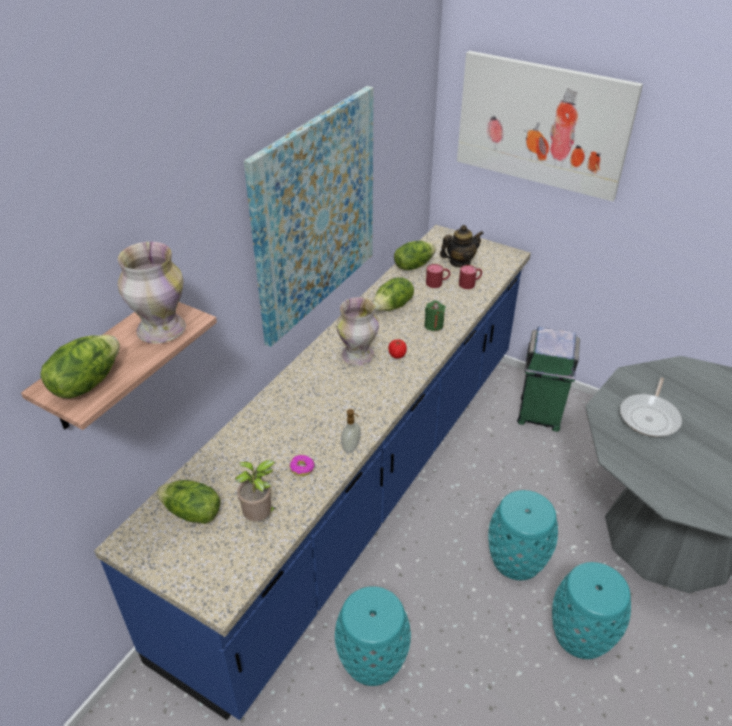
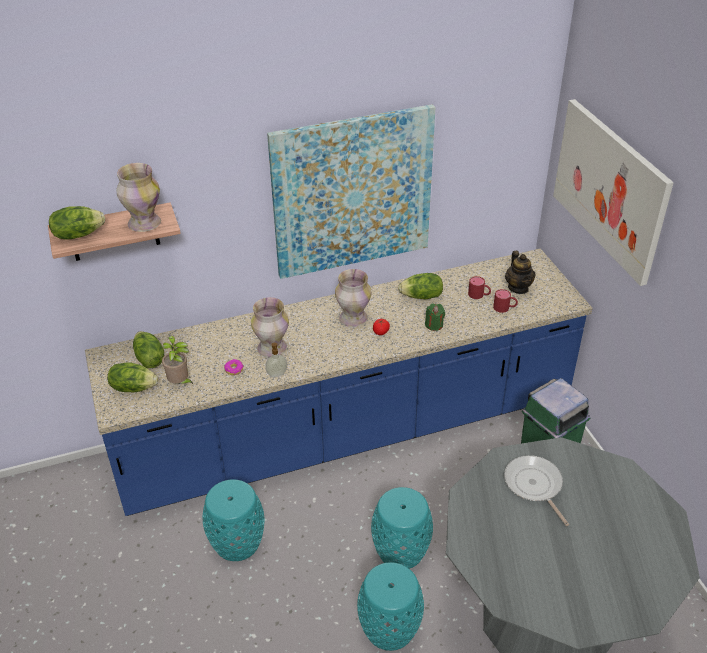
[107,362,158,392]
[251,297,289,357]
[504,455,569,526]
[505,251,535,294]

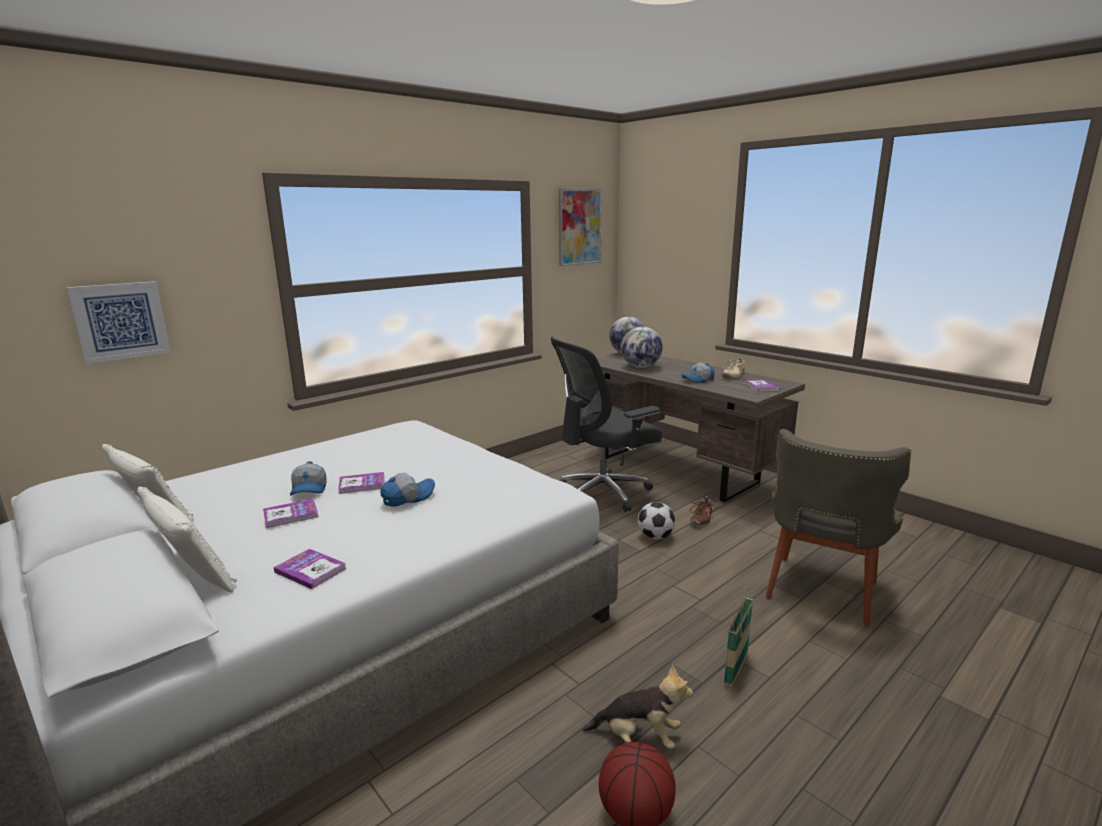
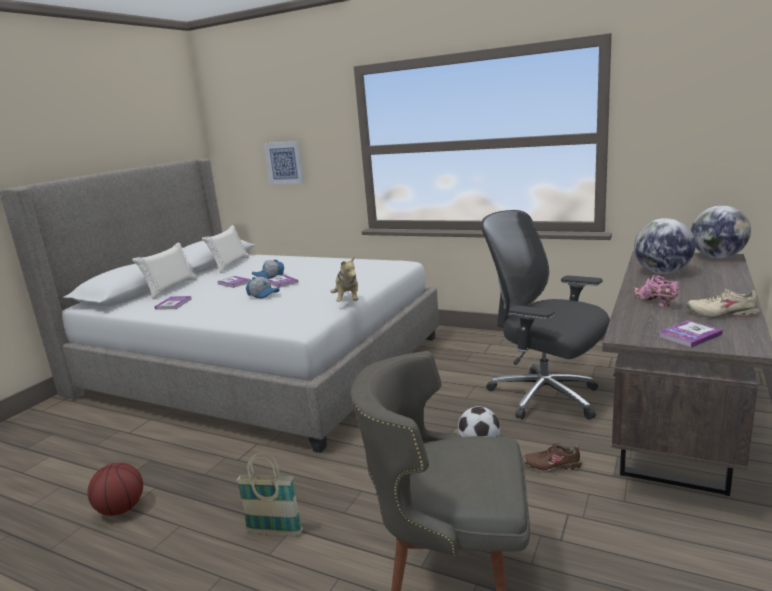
[330,256,358,302]
[633,275,679,307]
[559,188,602,266] (first image)

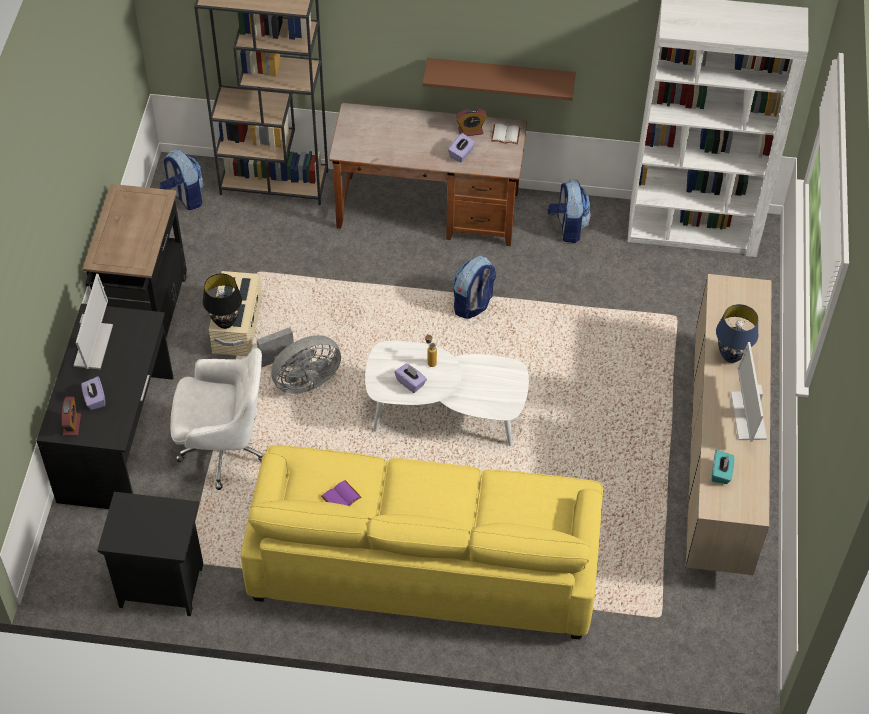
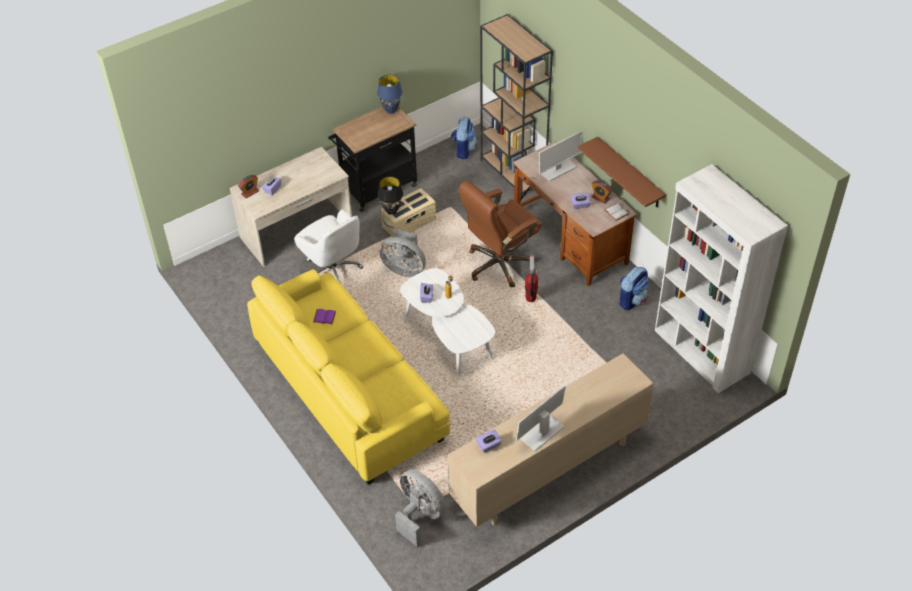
[230,147,352,267]
[377,75,402,114]
[395,469,447,547]
[459,181,542,288]
[476,430,502,453]
[525,256,538,302]
[539,131,583,182]
[97,492,203,616] (first image)

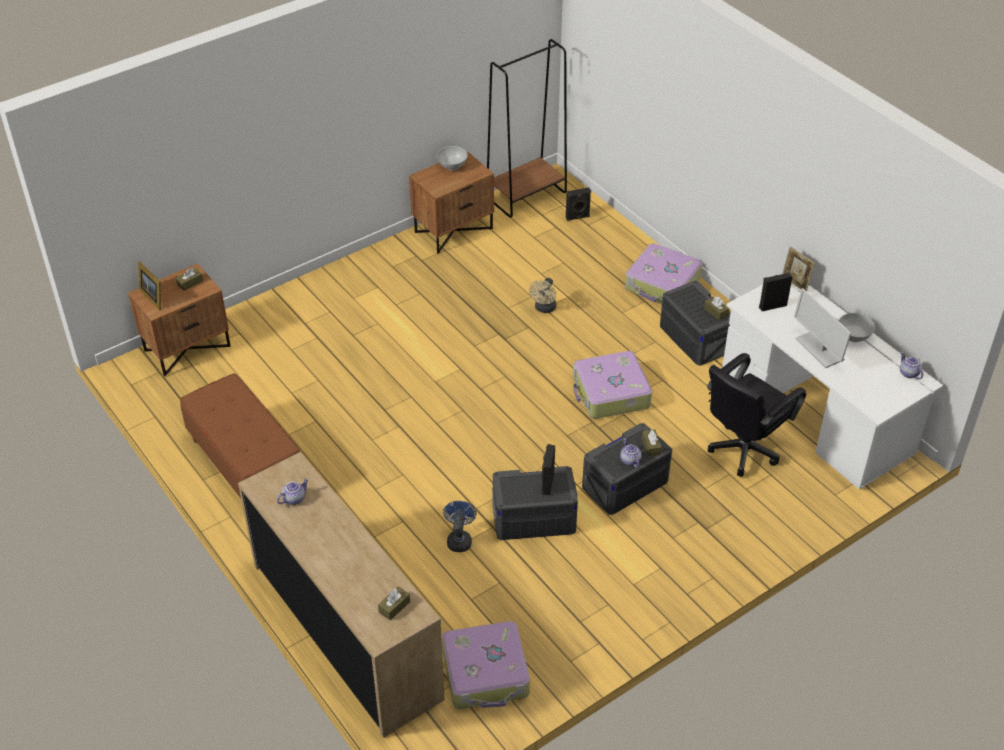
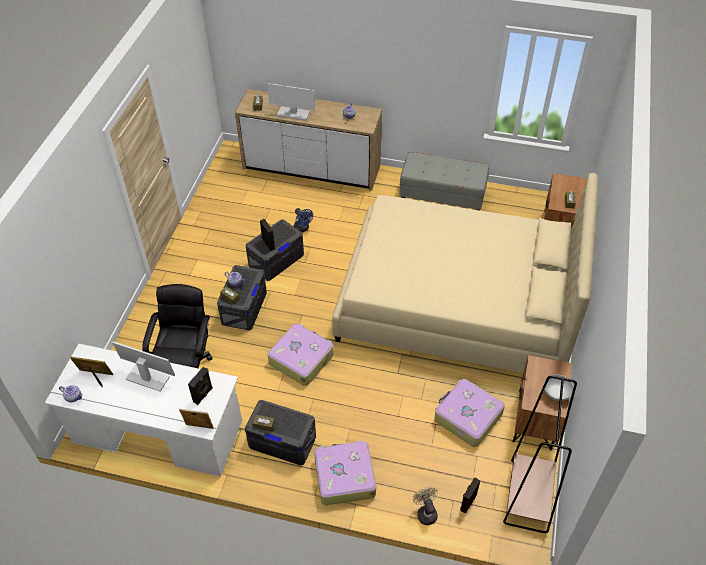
[70,357,113,387]
[268,83,315,120]
[332,173,599,373]
[399,152,489,210]
[413,487,438,525]
[434,379,505,447]
[839,313,875,342] (first image)

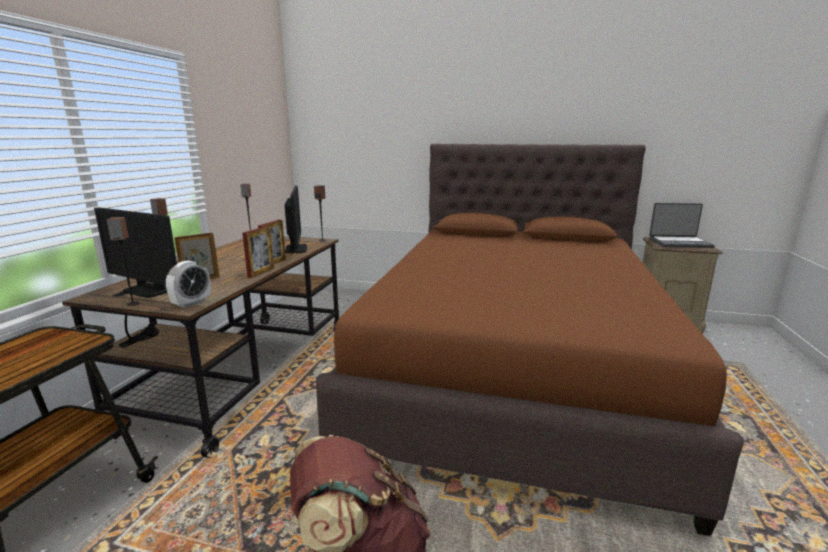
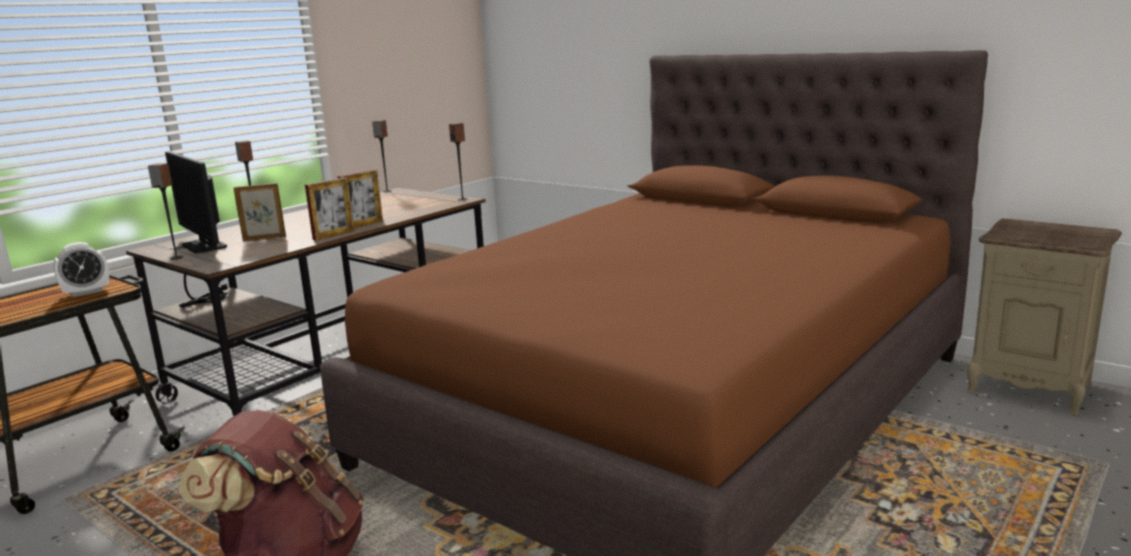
[53,242,109,297]
[284,186,307,253] (first image)
[649,203,715,248] (first image)

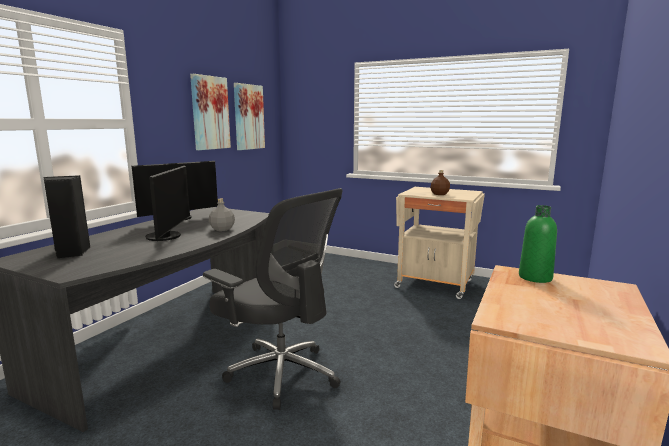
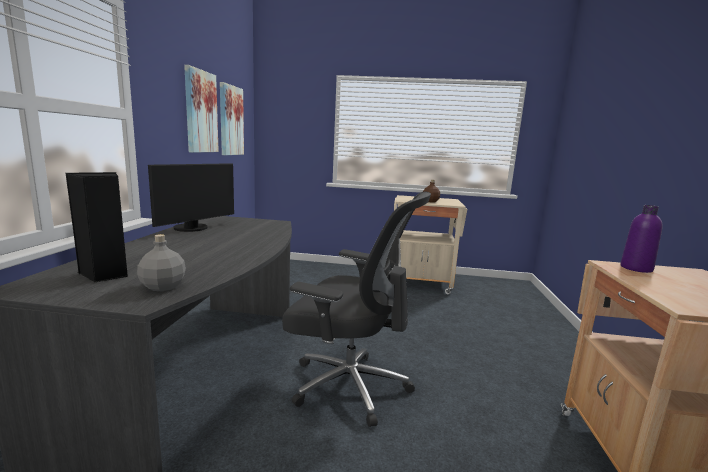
[137,234,186,291]
[620,205,663,273]
[145,166,190,241] (first image)

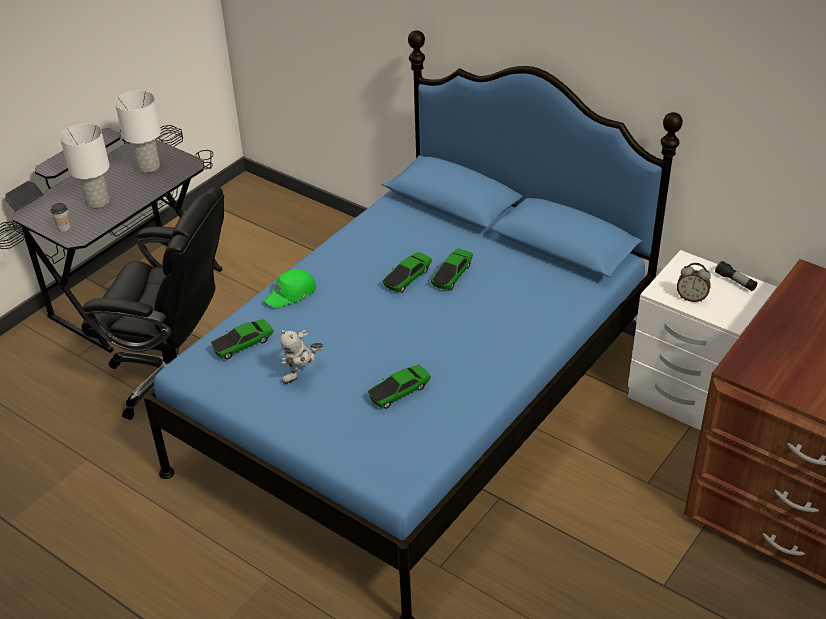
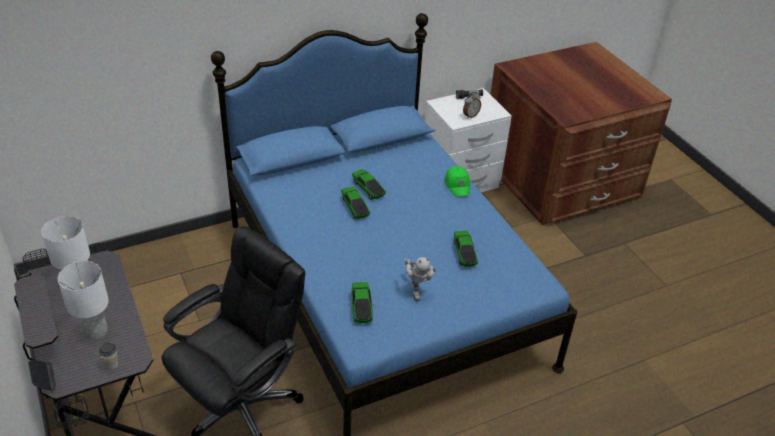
[445,166,470,197]

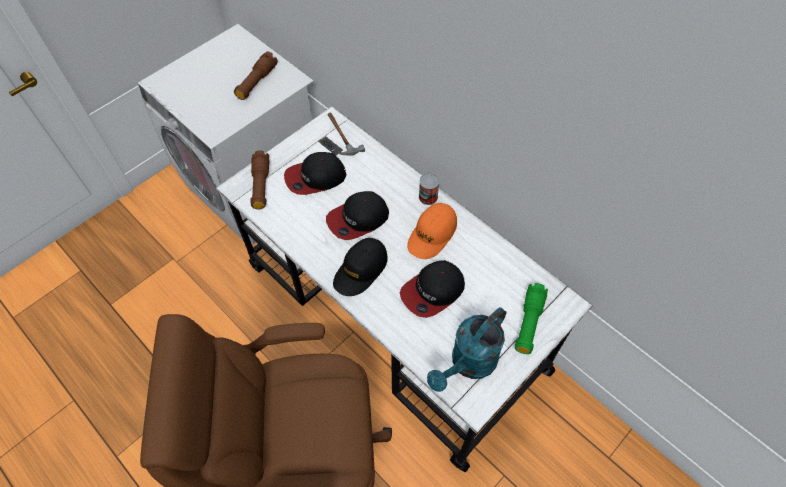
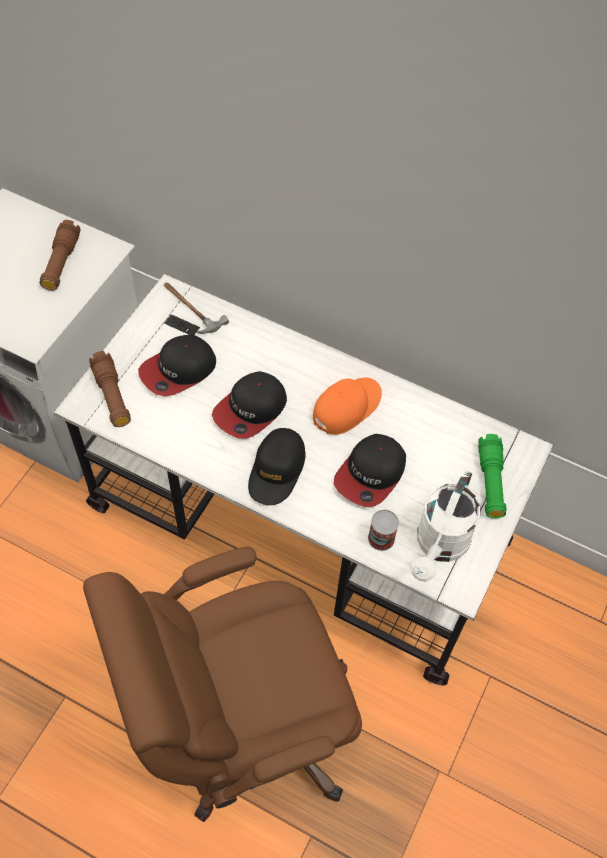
[313,377,382,435]
[368,510,399,551]
[410,470,480,582]

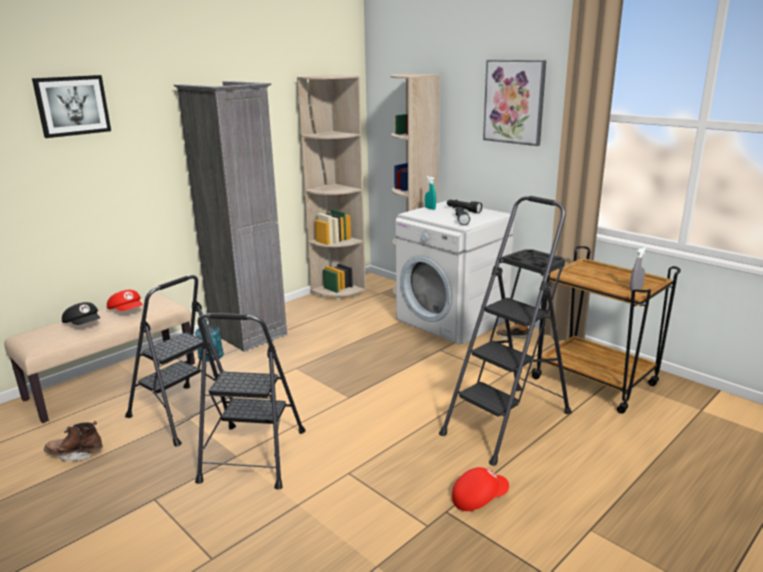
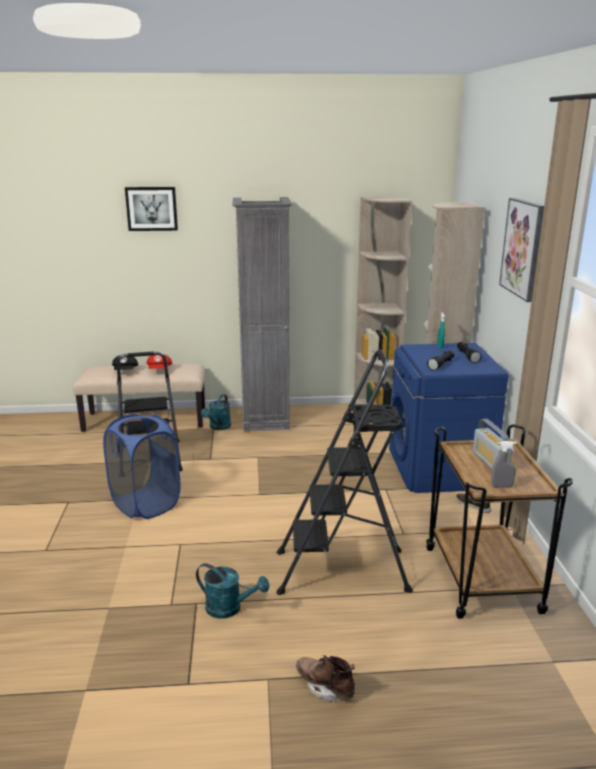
[103,414,181,519]
[196,563,269,619]
[296,655,355,703]
[389,343,508,493]
[473,419,512,470]

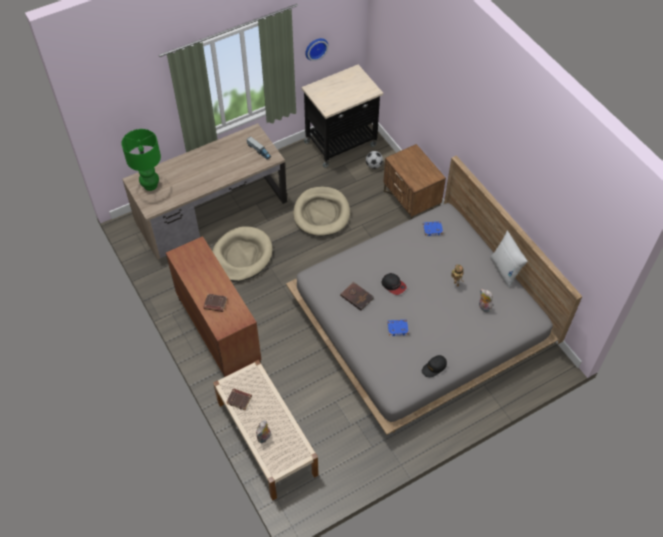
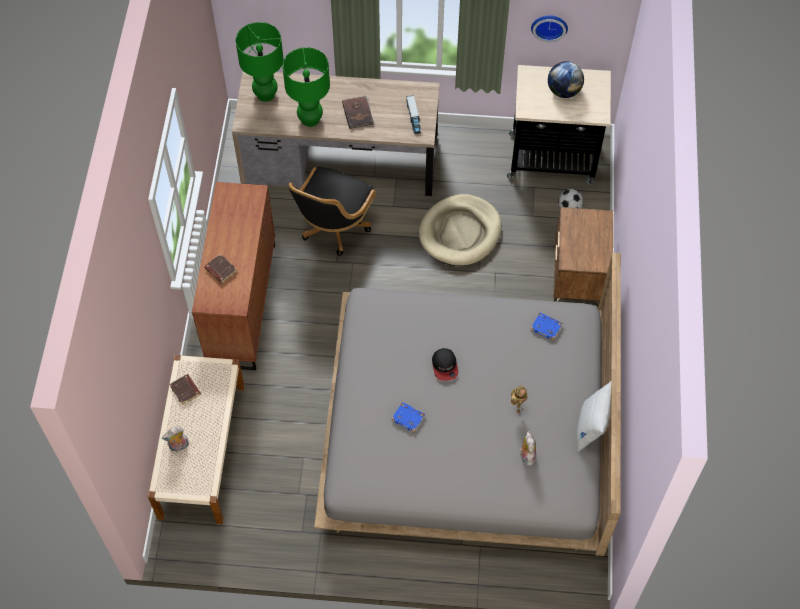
[282,47,330,127]
[289,167,376,256]
[342,95,374,129]
[548,61,584,98]
[422,355,447,377] (first image)

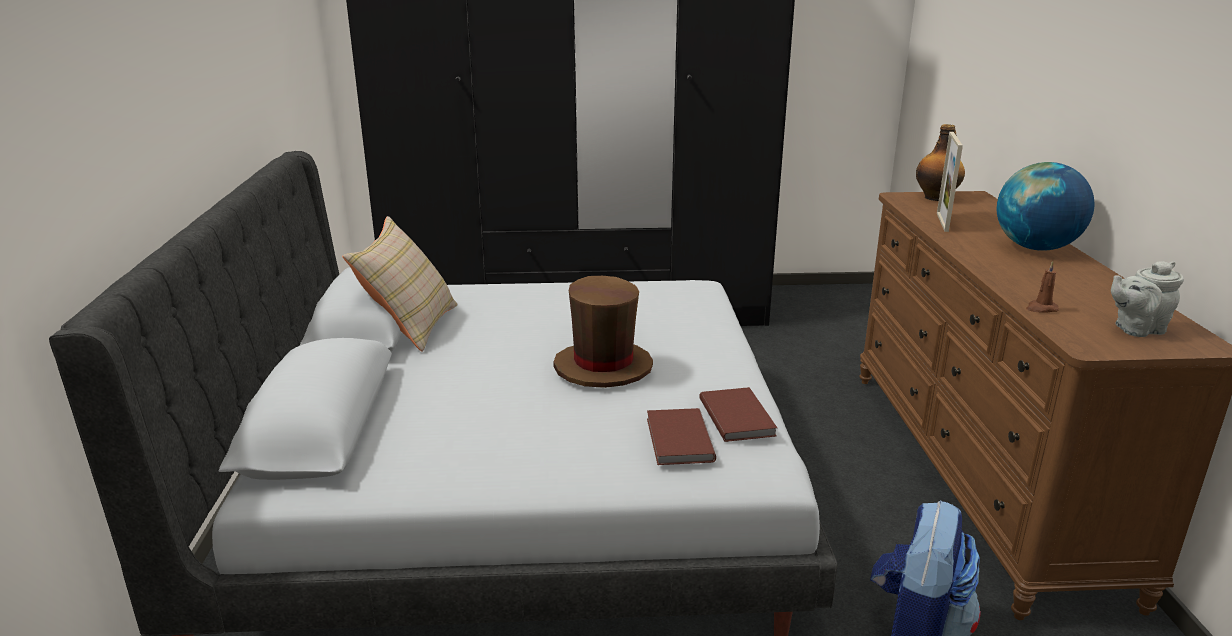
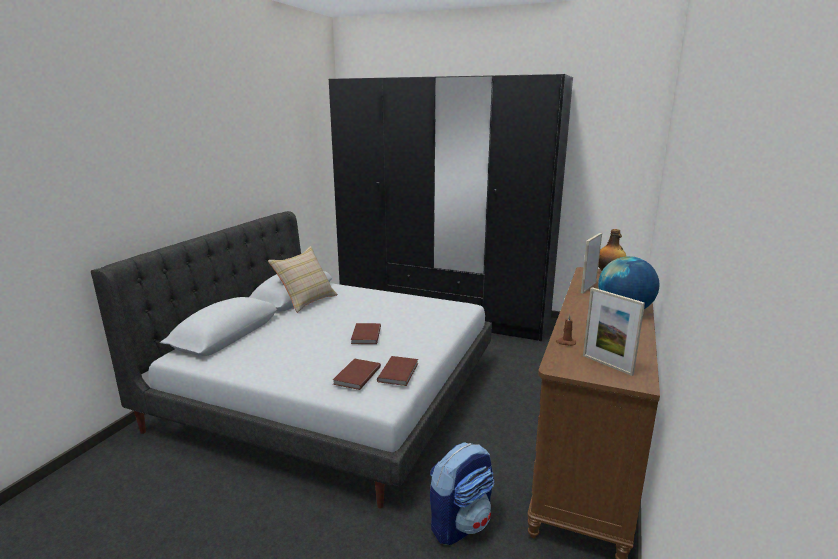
[351,323,381,344]
[583,287,645,376]

